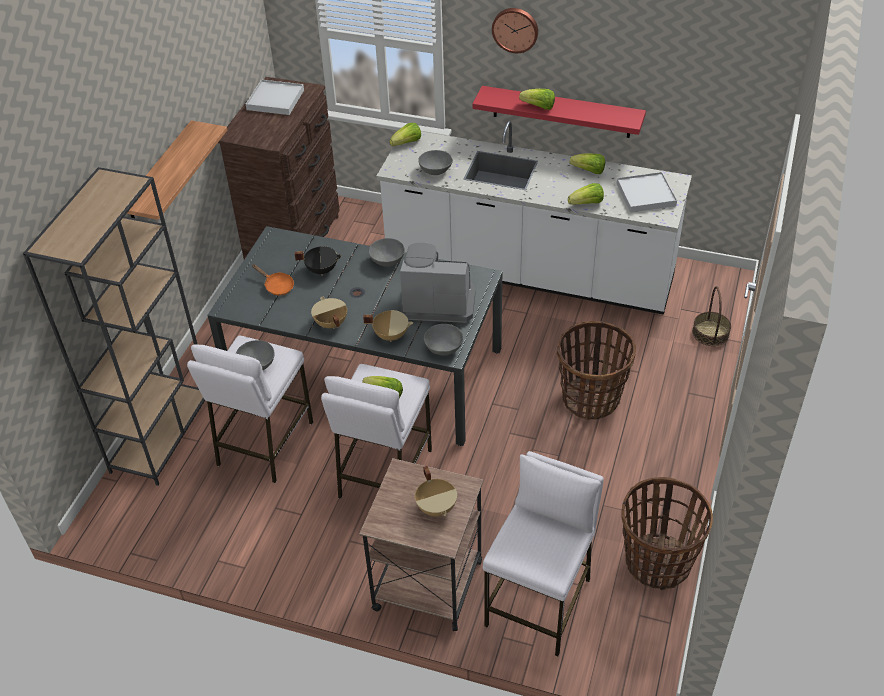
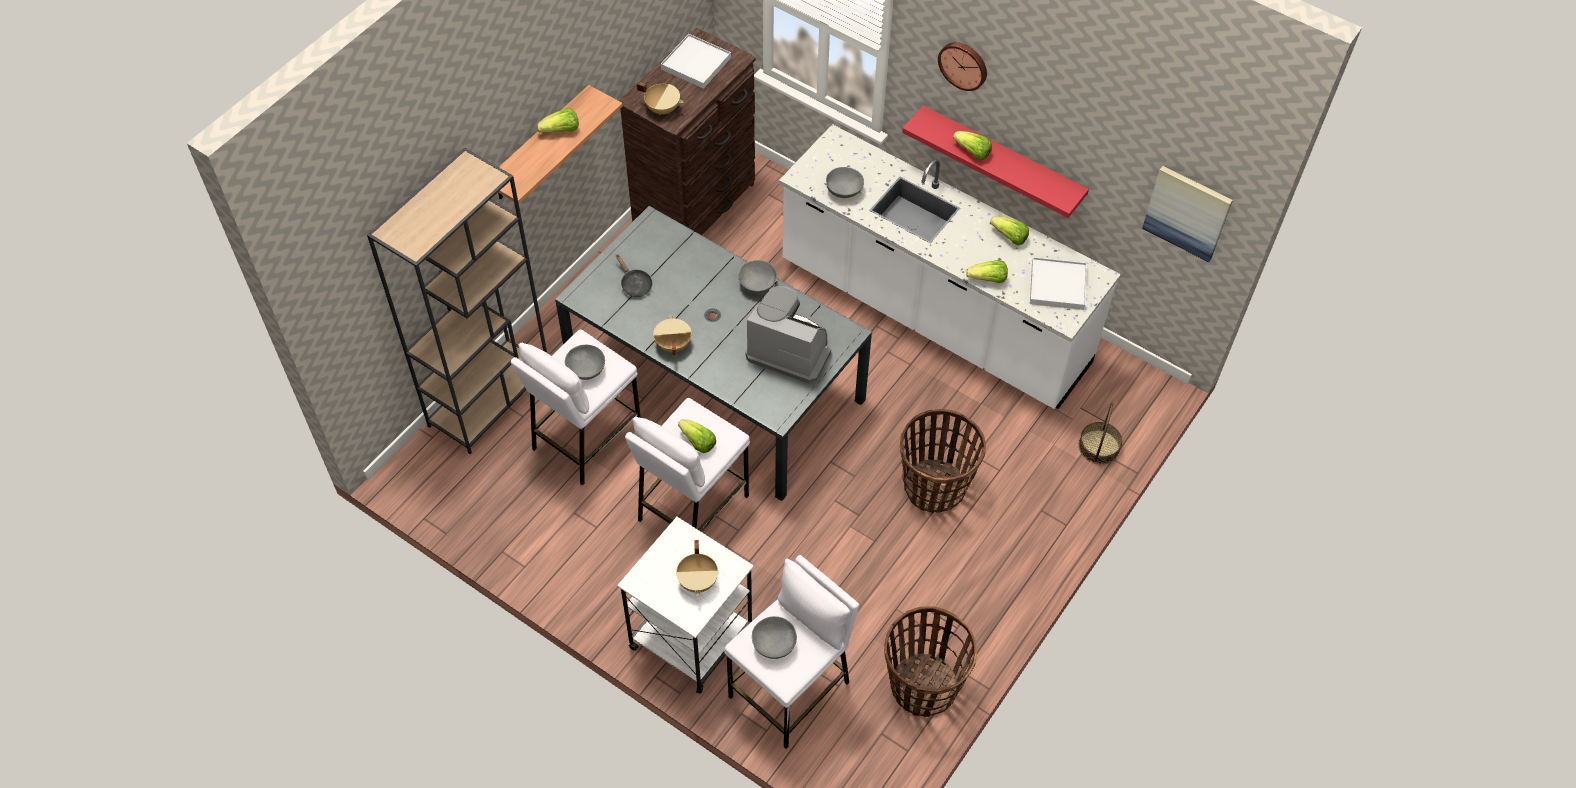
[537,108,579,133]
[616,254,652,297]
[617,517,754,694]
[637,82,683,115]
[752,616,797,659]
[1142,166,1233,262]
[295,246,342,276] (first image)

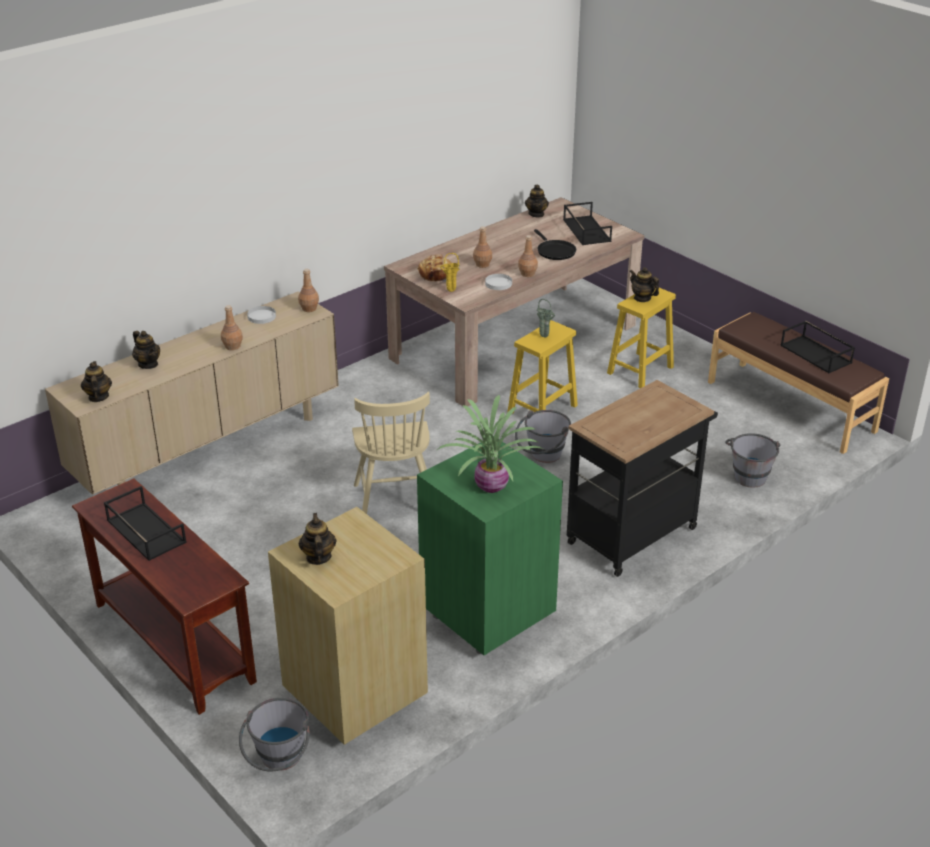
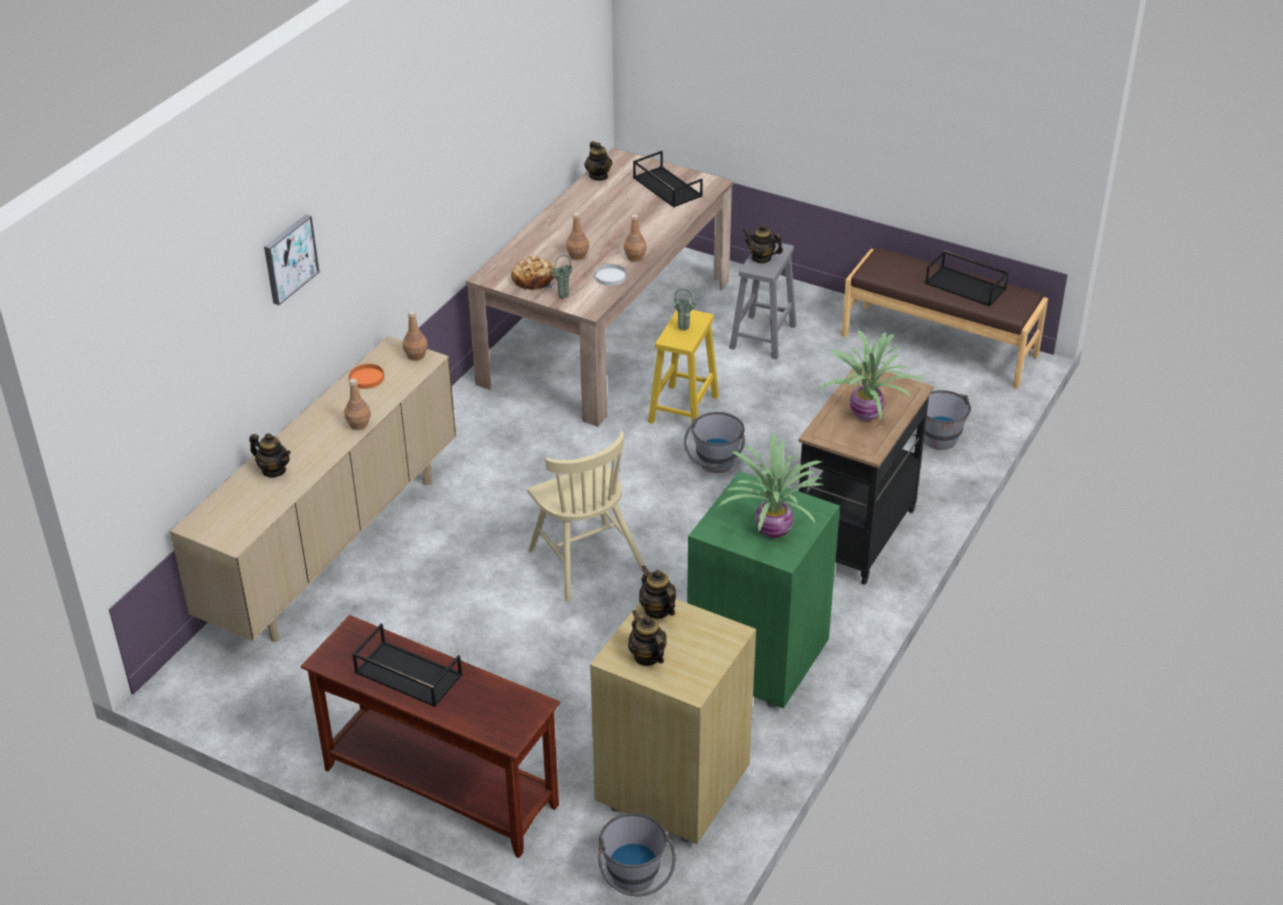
[264,214,319,305]
[349,364,384,389]
[550,255,572,299]
[639,565,676,619]
[729,243,796,359]
[817,330,925,421]
[534,229,576,260] (first image)

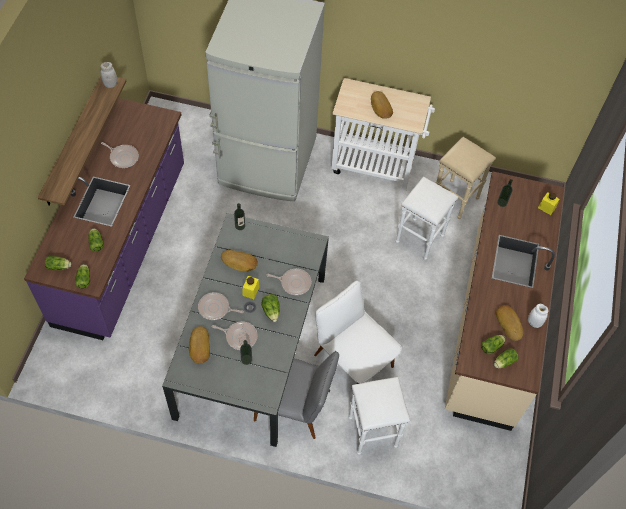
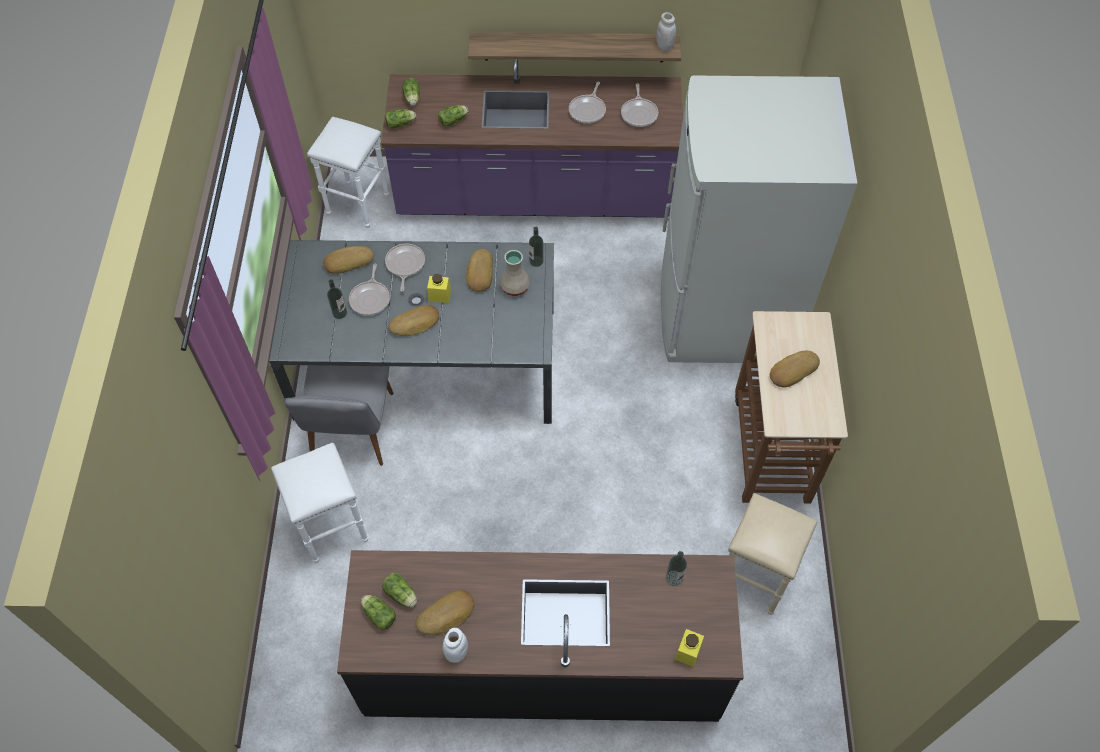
[307,117,389,228]
[337,550,744,722]
[388,305,439,336]
[500,250,530,296]
[621,83,658,127]
[735,311,848,504]
[314,281,402,384] (first image)

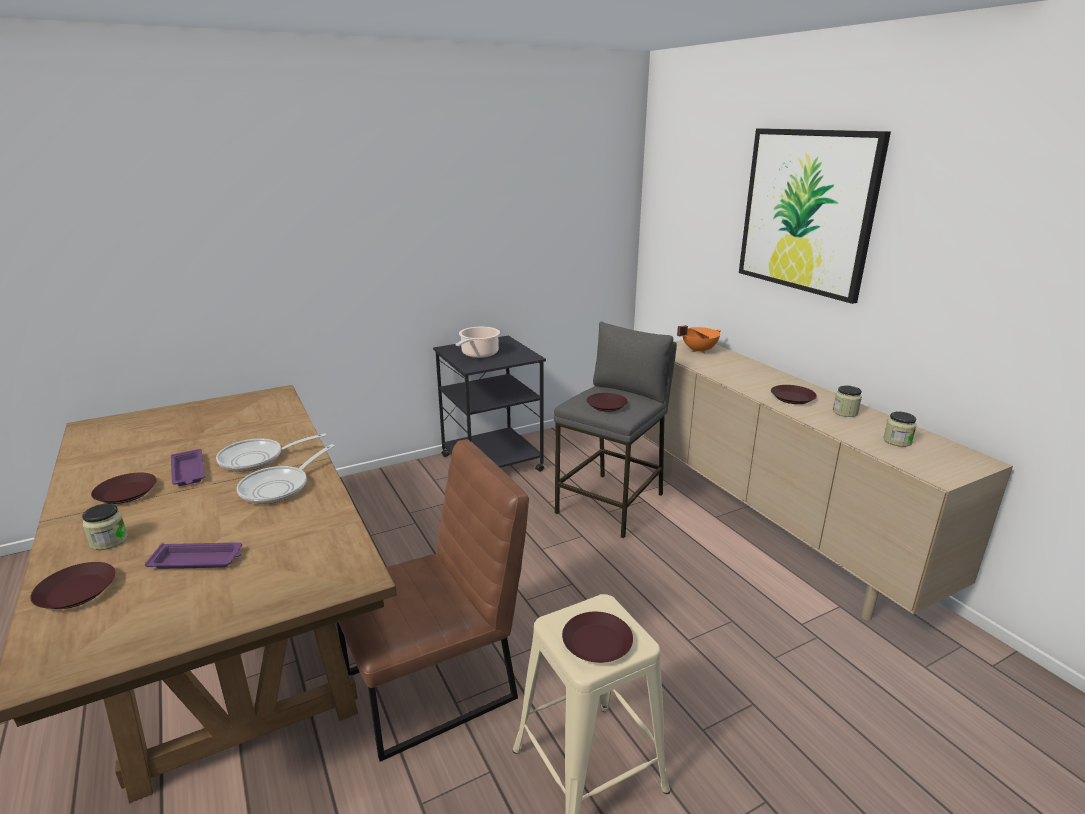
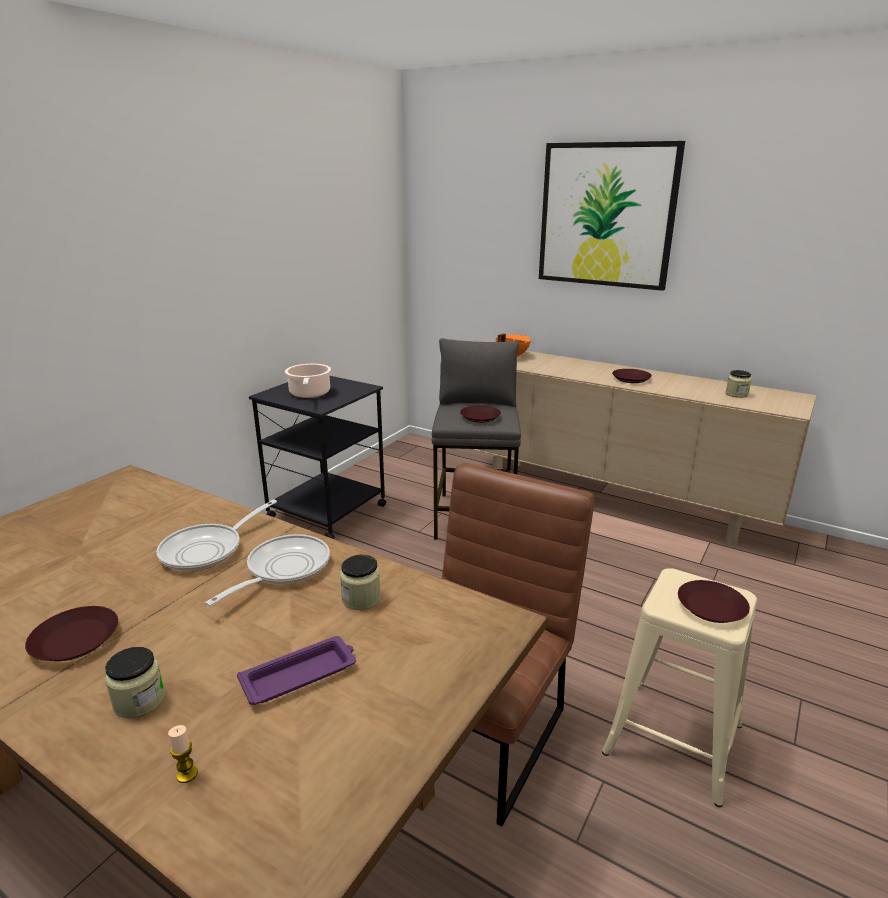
[168,725,198,783]
[205,534,330,606]
[340,555,381,610]
[171,449,205,486] (first image)

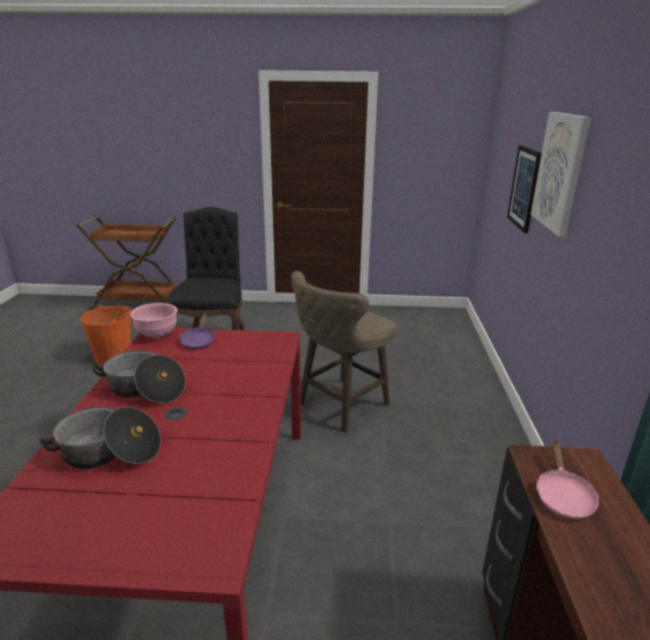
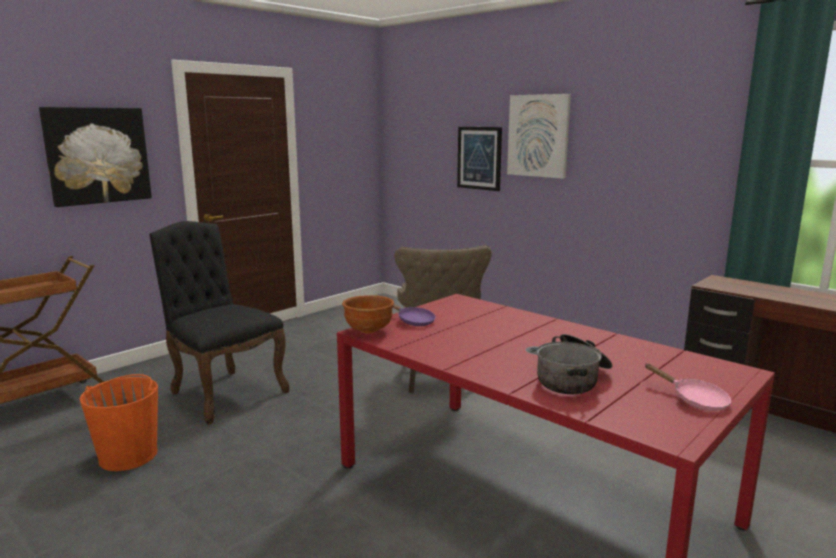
[39,107,152,207]
[342,295,394,334]
[645,364,731,411]
[92,350,186,403] (first image)

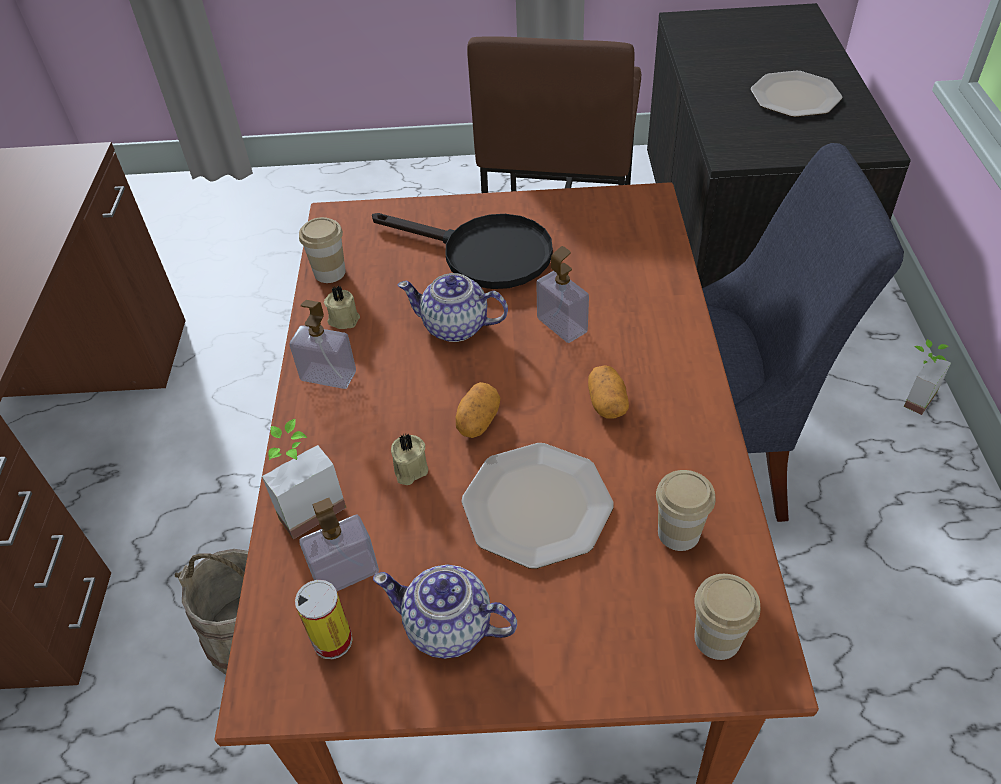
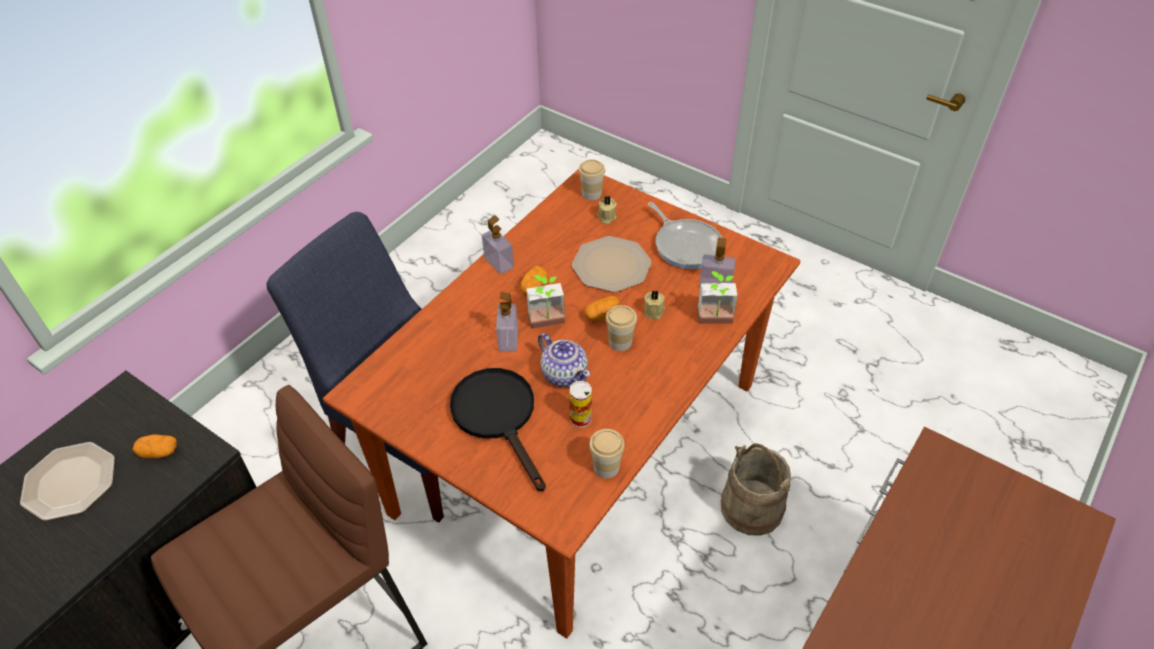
[133,434,177,458]
[482,215,514,274]
[526,275,565,329]
[569,381,592,428]
[597,196,617,224]
[605,305,637,351]
[648,202,722,269]

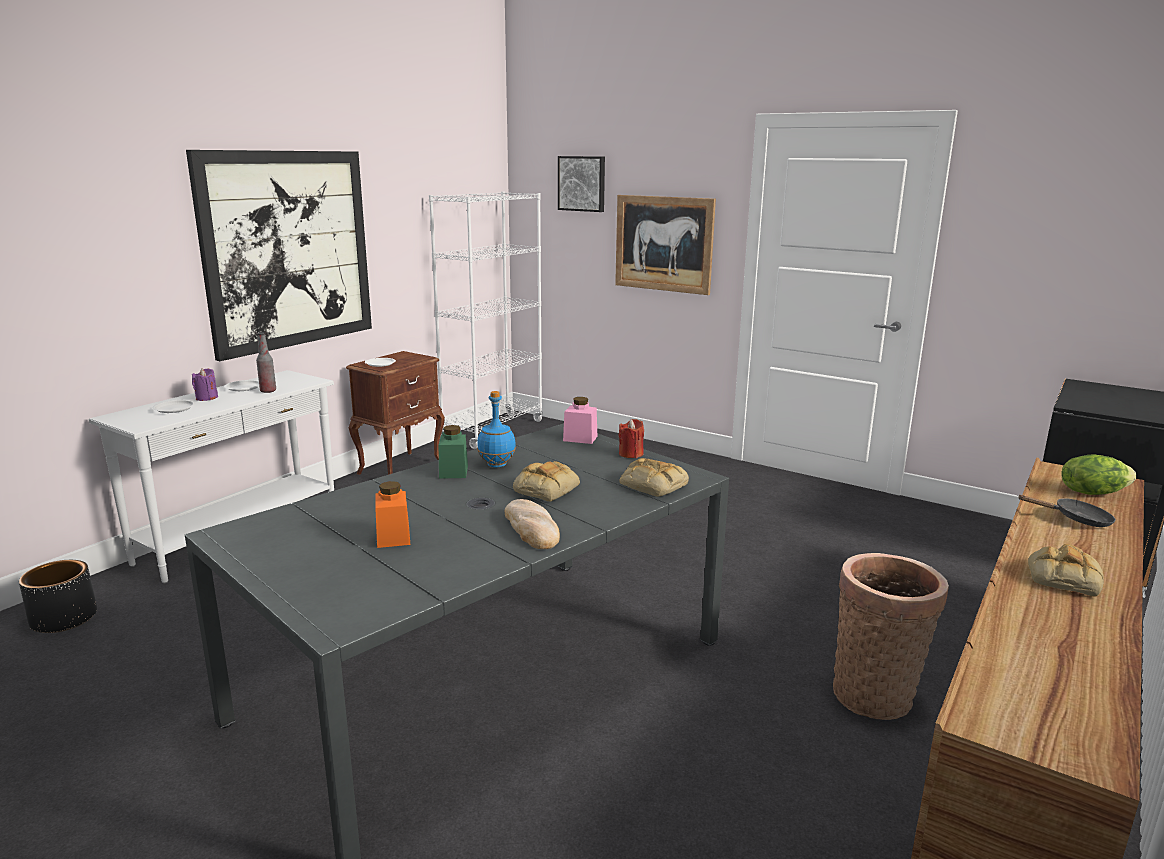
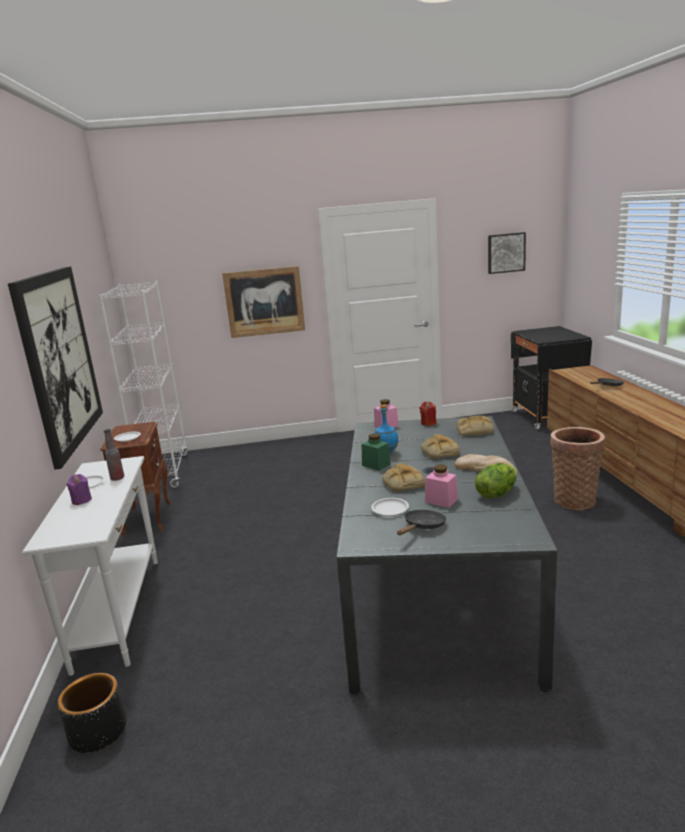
[371,498,409,516]
[382,463,425,492]
[397,510,446,535]
[425,465,458,508]
[475,463,517,498]
[488,232,526,274]

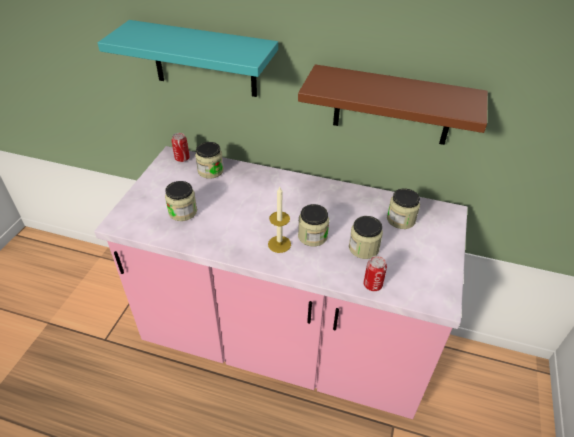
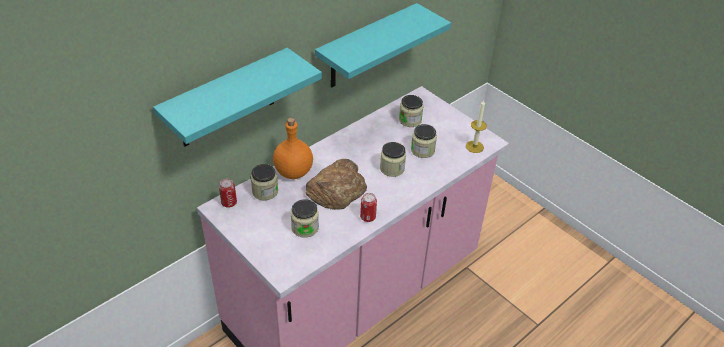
[273,118,313,179]
[306,159,367,210]
[315,3,451,87]
[360,193,377,222]
[466,100,487,153]

